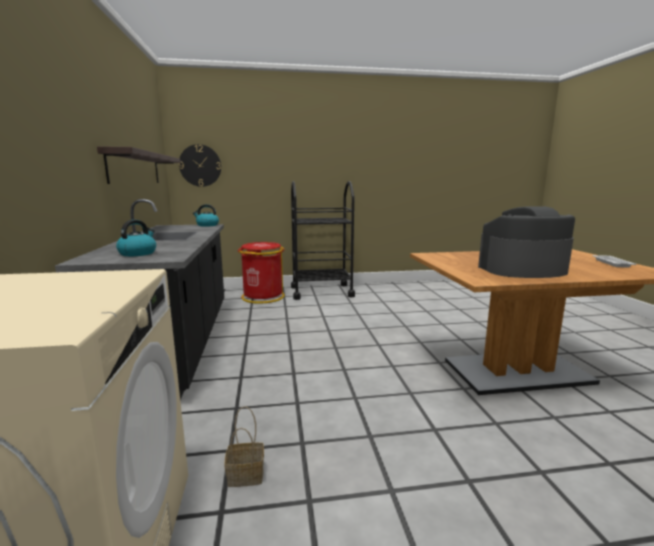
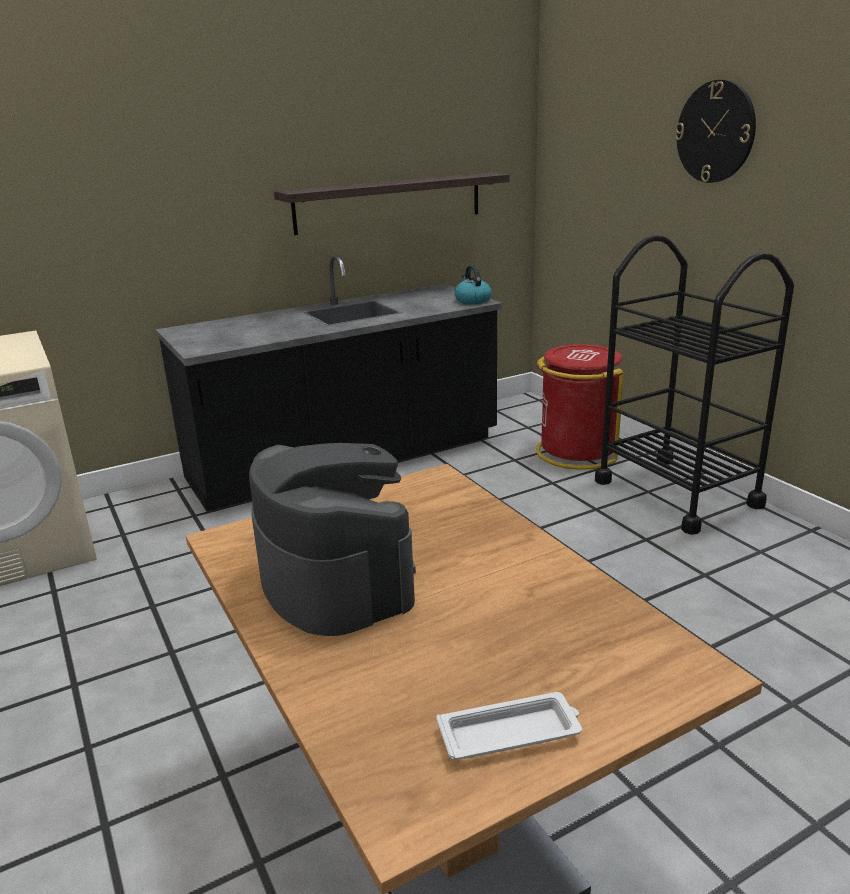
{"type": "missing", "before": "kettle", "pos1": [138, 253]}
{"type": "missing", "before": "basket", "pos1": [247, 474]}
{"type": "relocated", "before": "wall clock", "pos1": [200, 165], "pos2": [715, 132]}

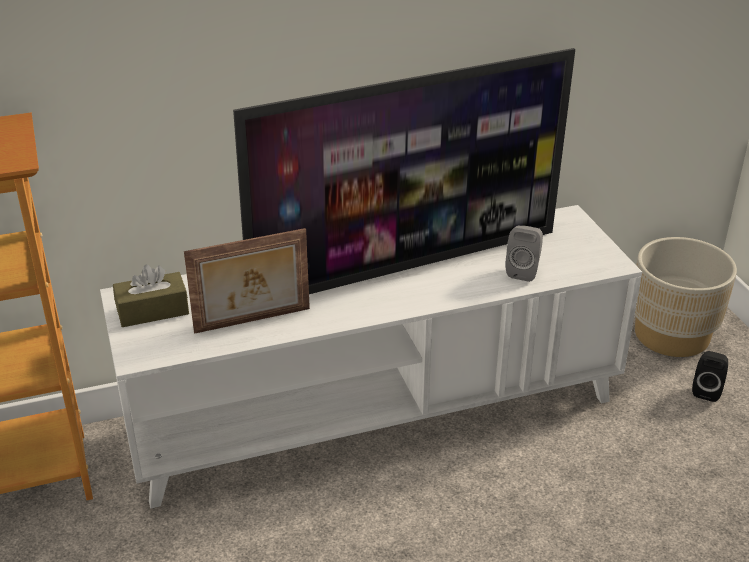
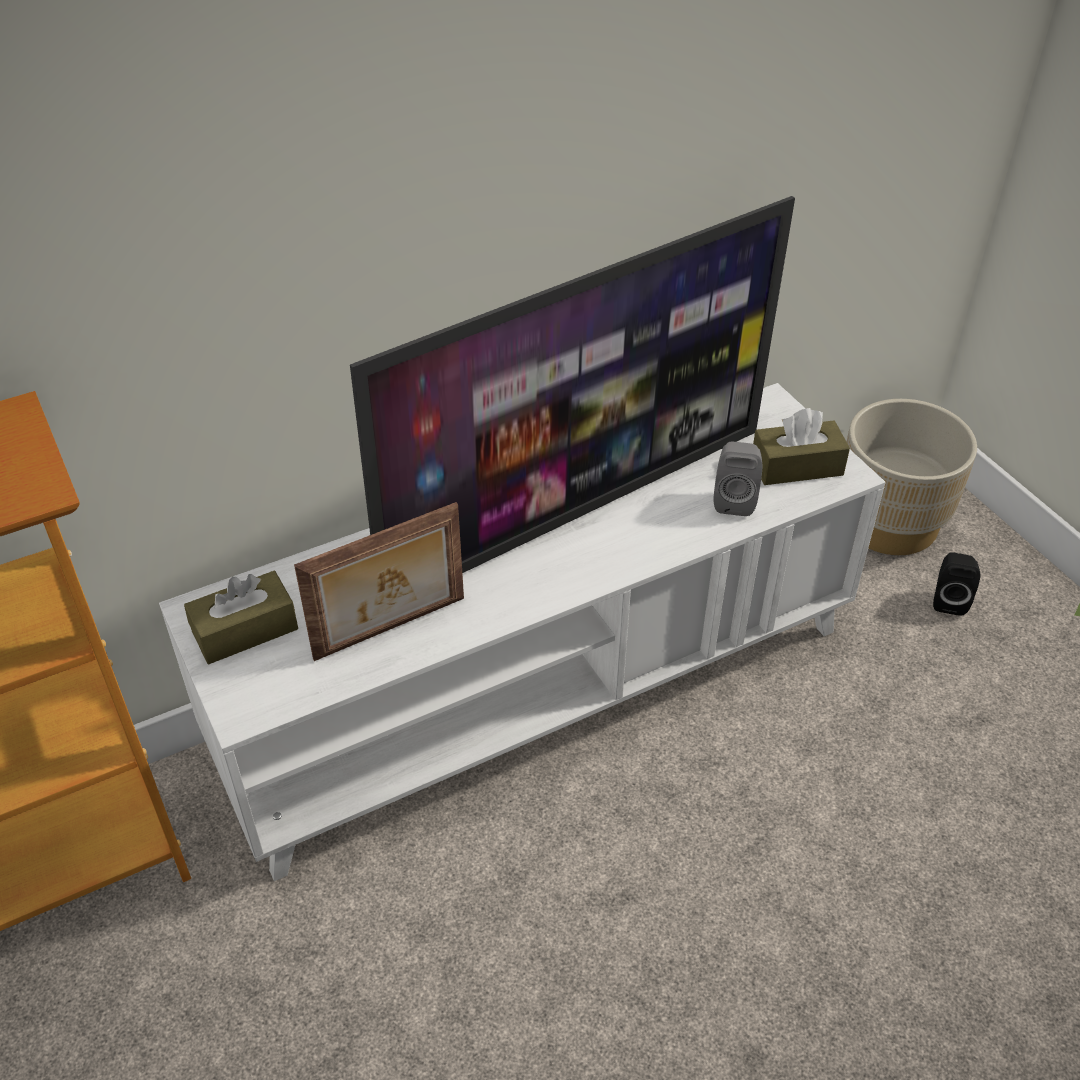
{"type": "appeared", "after": "brown tissue box", "pos2": [797, 466]}

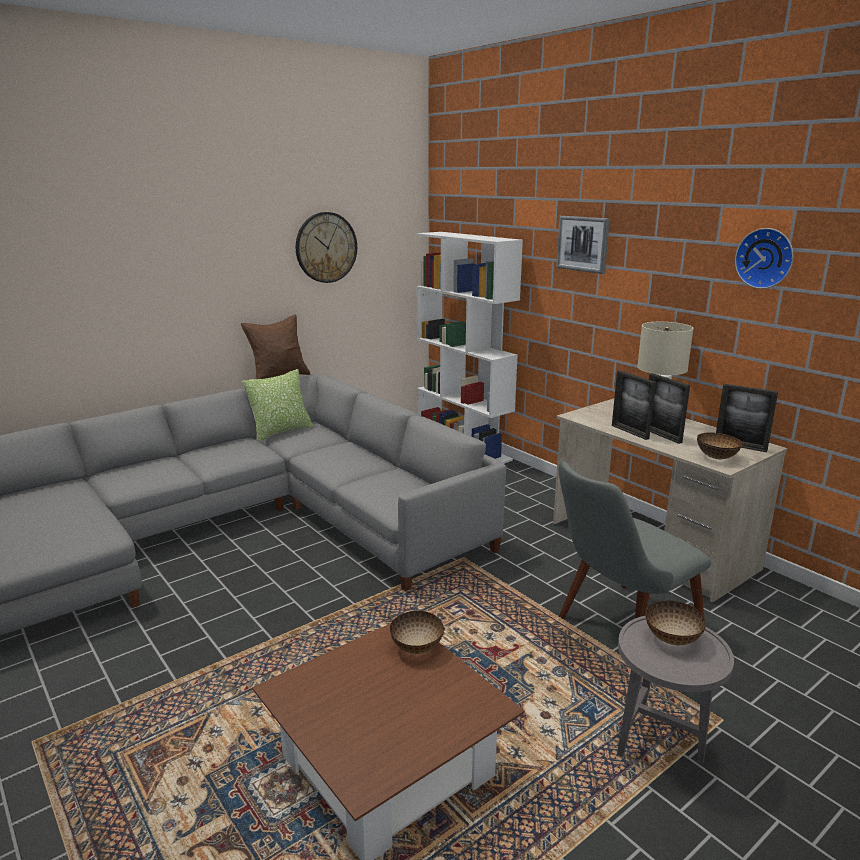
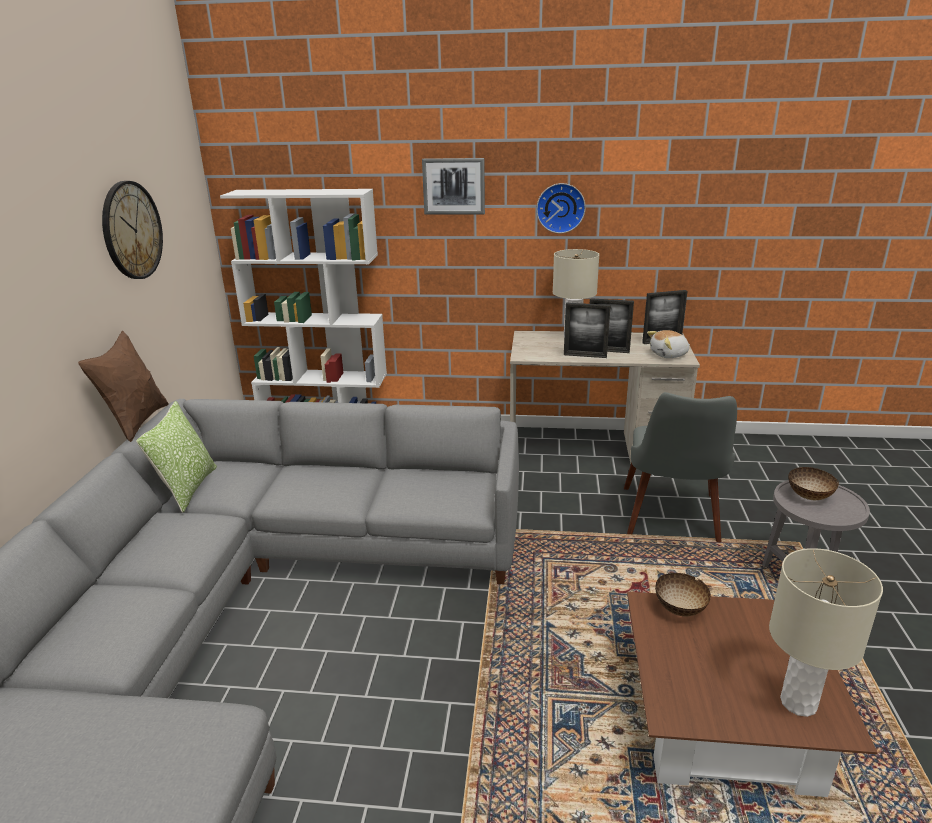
{"type": "appeared", "after": "beige table lamp", "pos2": [799, 703]}
{"type": "relocated", "before": "wall clock", "pos1": [765, 258], "pos2": [560, 207]}
{"type": "exchanged", "before": "bowl", "after": "plush toy", "pos1": [717, 458], "pos2": [669, 355]}

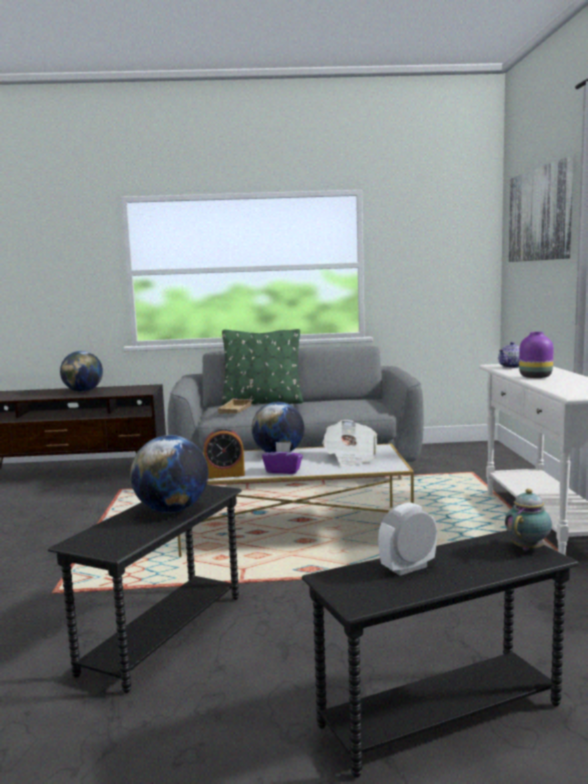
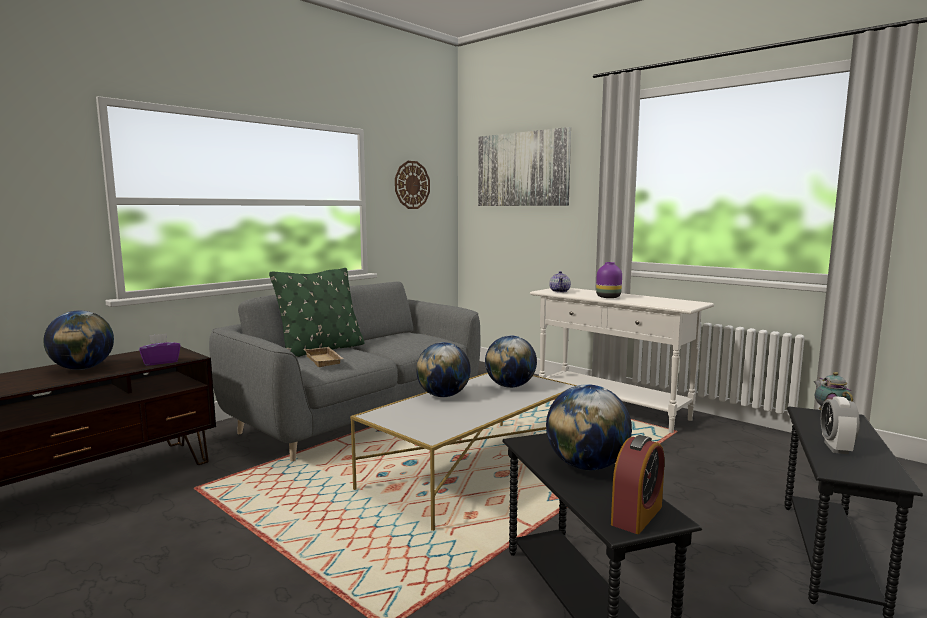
{"type": "appeared", "after": "wall clock", "pos2": [412, 185]}
{"type": "relocated", "before": "alarm clock", "pos1": [224, 475], "pos2": [637, 515]}
{"type": "relocated", "before": "purple tissue box", "pos1": [283, 471], "pos2": [160, 362]}
{"type": "exchanged", "before": "newspaper", "after": "globe", "pos1": [350, 458], "pos2": [510, 386]}

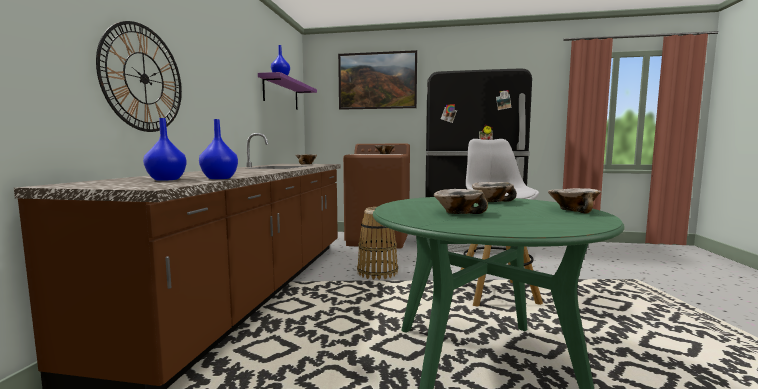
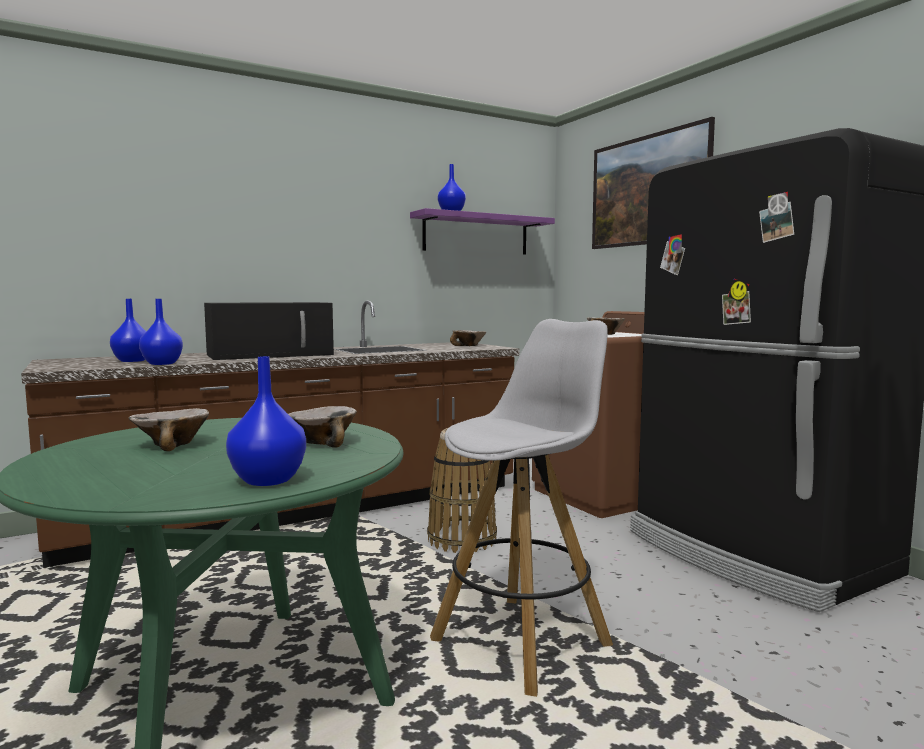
{"type": "missing", "before": "wall clock", "pos1": [144, 78]}
{"type": "appeared", "after": "black microwave", "pos2": [272, 354]}
{"type": "exchanged", "before": "bowl", "after": "blue vase", "pos1": [572, 210], "pos2": [269, 480]}

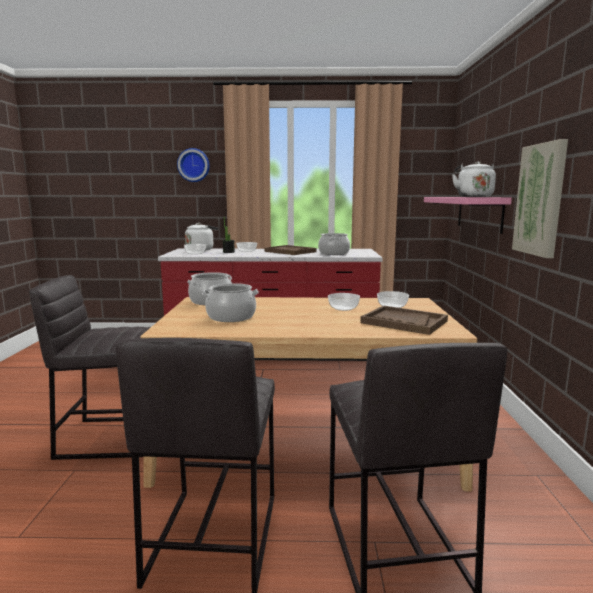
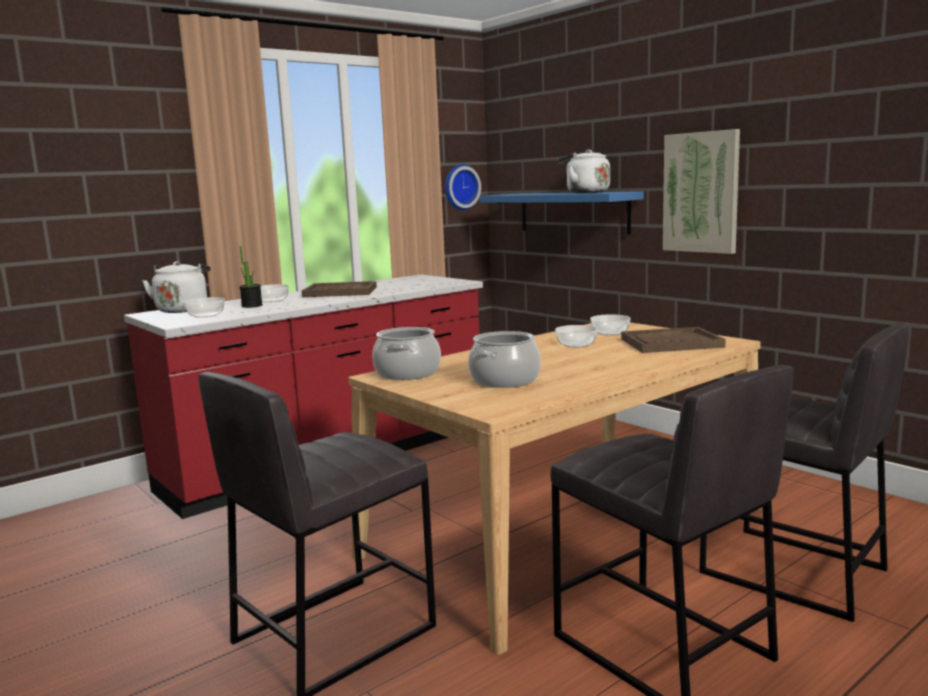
{"type": "missing", "before": "cooking pot", "pos1": [333, 253]}
{"type": "relocated", "before": "wall clock", "pos1": [194, 165], "pos2": [460, 187]}
{"type": "colour", "before": "pink shelf", "after": "blue shelf", "pos1": [479, 213], "pos2": [573, 212]}

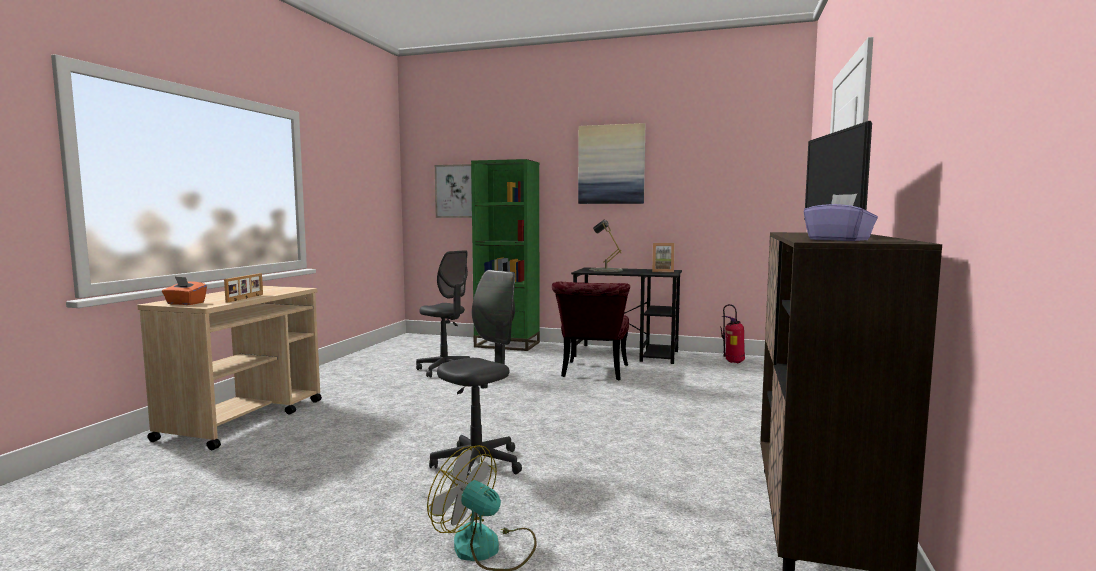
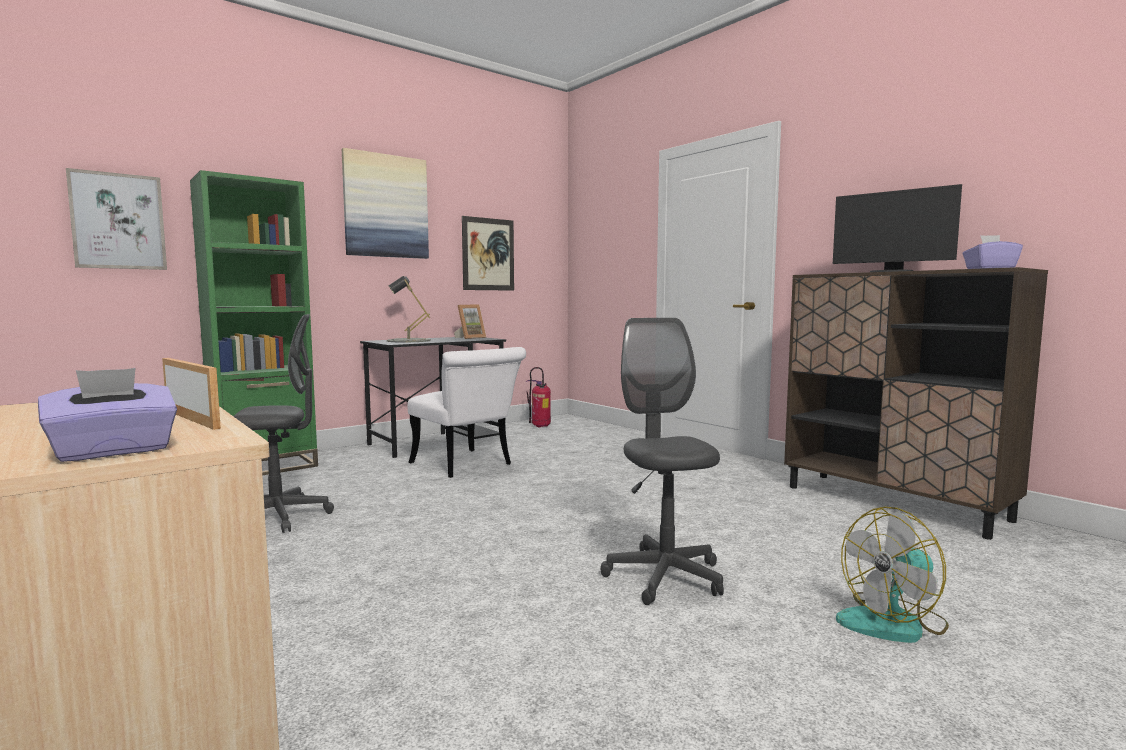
{"type": "appeared", "after": "picture", "pos2": [488, 254]}
{"type": "colour", "before": "orange tissue box", "after": "purple tissue box", "pos1": [185, 303], "pos2": [113, 451]}
{"type": "colour", "before": "red chair", "after": "white chair", "pos1": [593, 373], "pos2": [467, 465]}

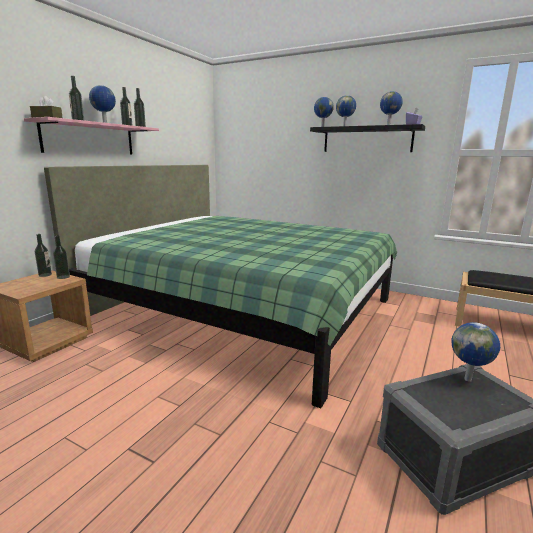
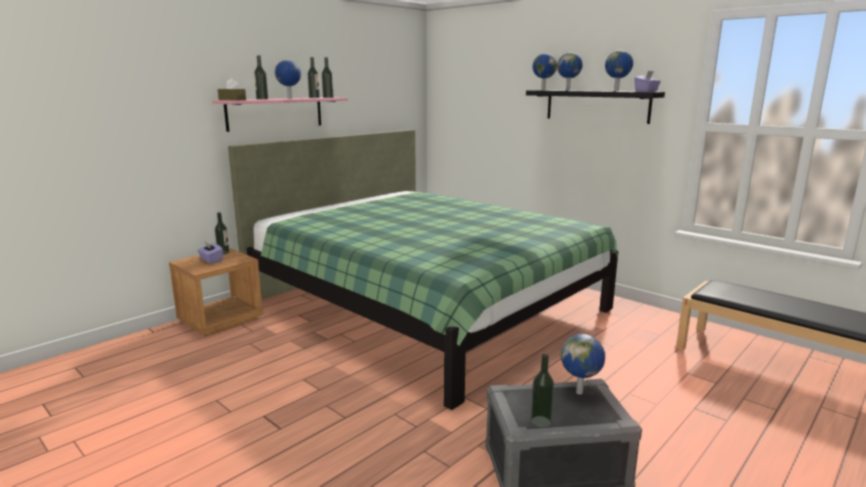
{"type": "appeared", "after": "purple tissue box", "pos2": [211, 260]}
{"type": "relocated", "before": "bottle", "pos1": [63, 277], "pos2": [541, 422]}

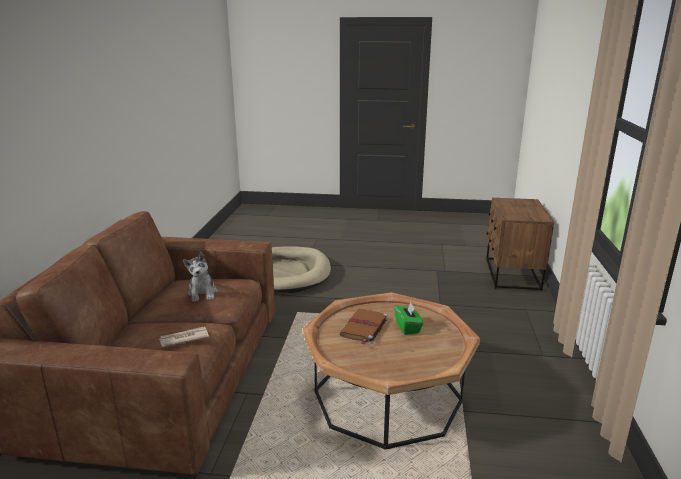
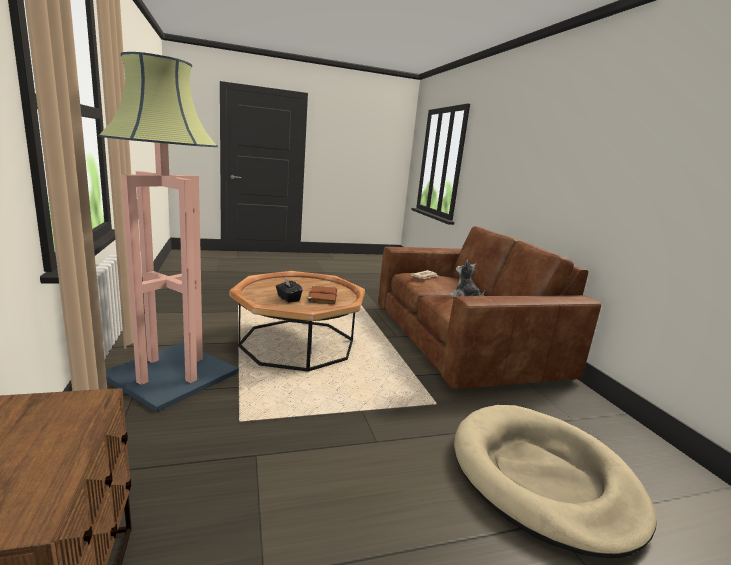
{"type": "appeared", "after": "floor lamp", "pos2": [171, 375]}
{"type": "colour", "before": "green tissue box", "after": "black tissue box", "pos1": [408, 327], "pos2": [288, 298]}

